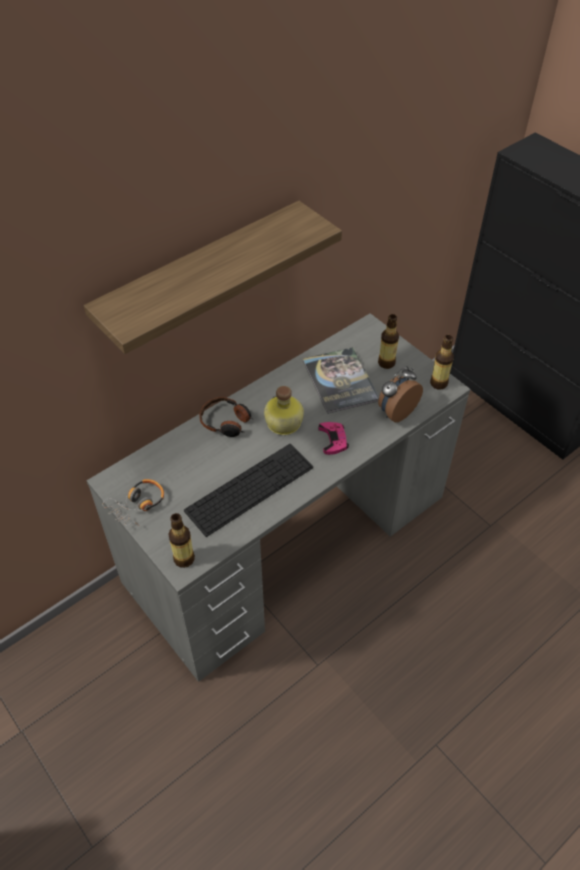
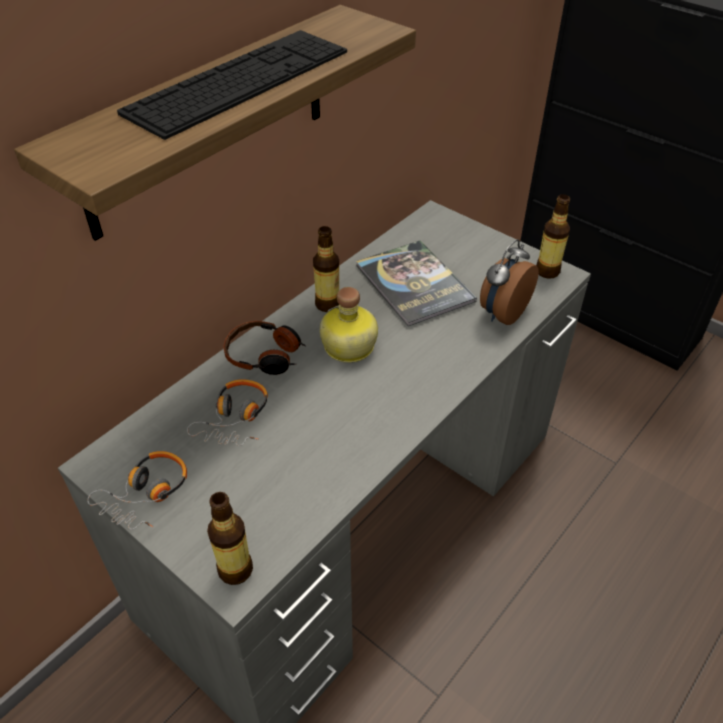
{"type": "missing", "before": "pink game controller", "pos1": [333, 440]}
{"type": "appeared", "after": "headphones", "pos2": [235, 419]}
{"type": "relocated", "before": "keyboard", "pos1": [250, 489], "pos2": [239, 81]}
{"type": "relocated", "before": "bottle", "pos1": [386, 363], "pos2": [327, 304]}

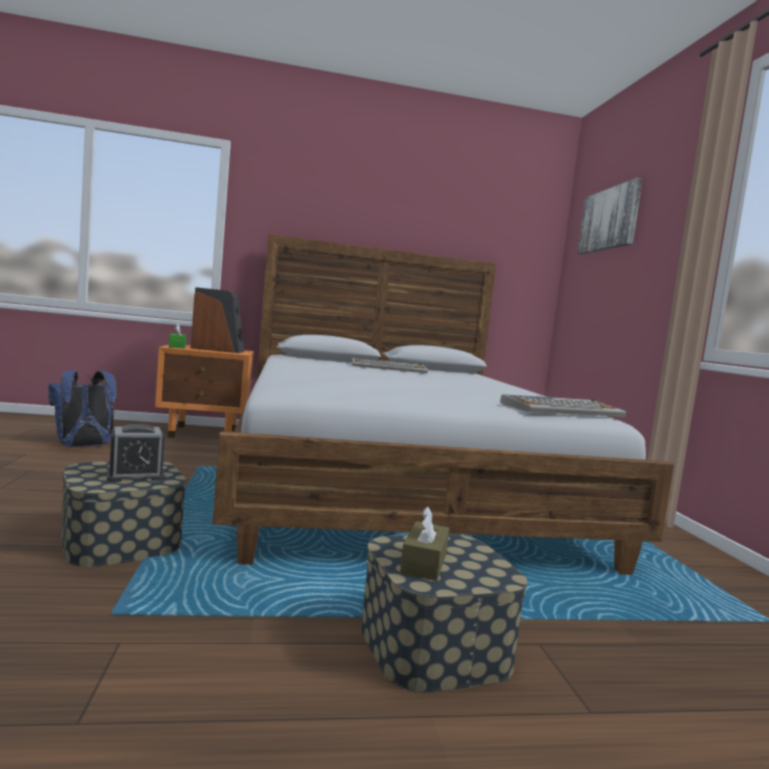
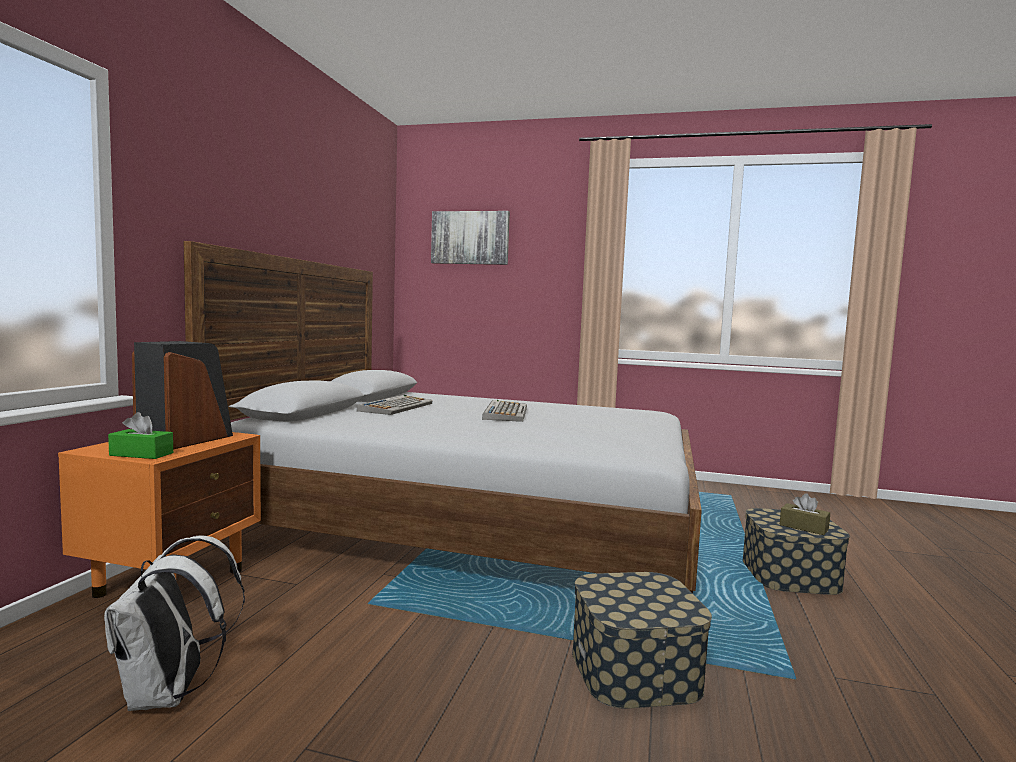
{"type": "missing", "before": "alarm clock", "pos1": [135, 475]}
{"type": "relocated", "before": "keyboard", "pos1": [562, 409], "pos2": [505, 413]}
{"type": "colour", "before": "blue backpack", "after": "white backpack", "pos1": [83, 447], "pos2": [170, 694]}

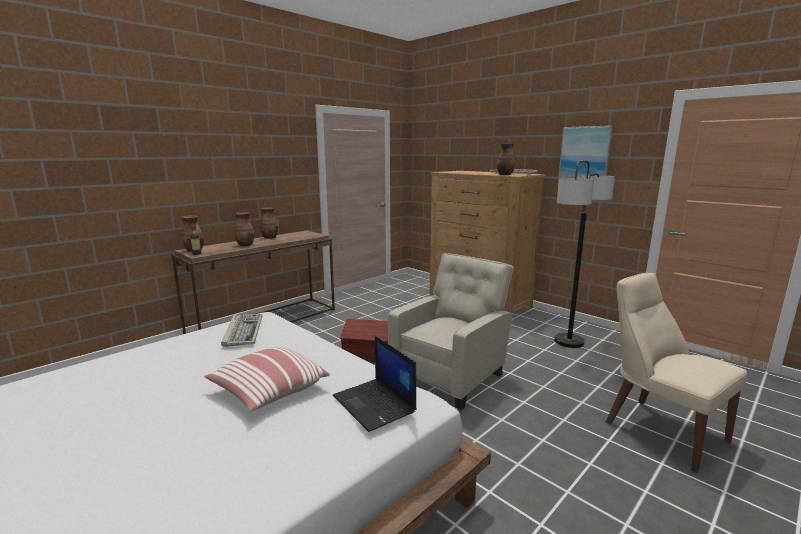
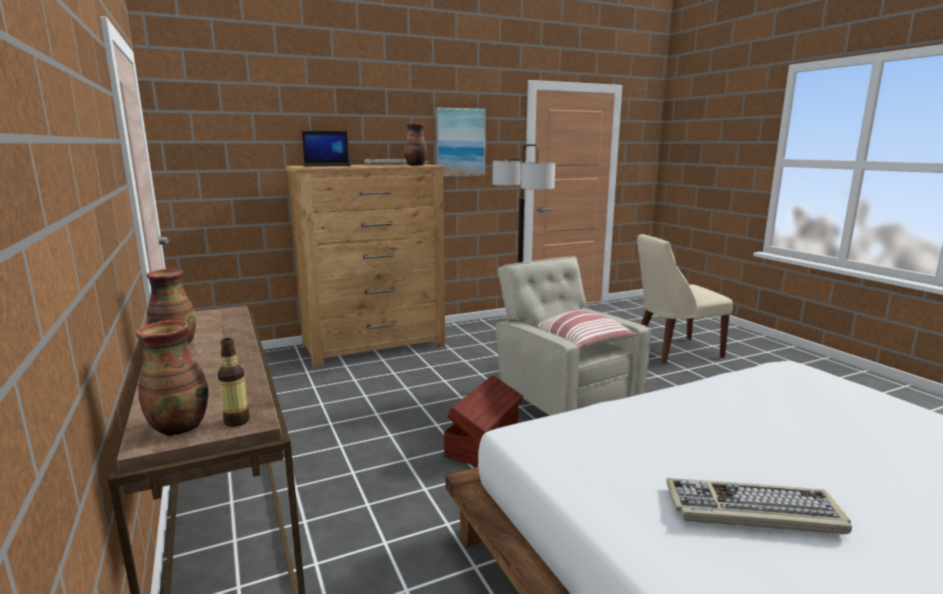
{"type": "missing", "before": "vase", "pos1": [245, 245]}
{"type": "relocated", "before": "pillow", "pos1": [268, 391], "pos2": [584, 344]}
{"type": "relocated", "before": "keyboard", "pos1": [243, 331], "pos2": [752, 510]}
{"type": "relocated", "before": "laptop", "pos1": [375, 404], "pos2": [328, 165]}

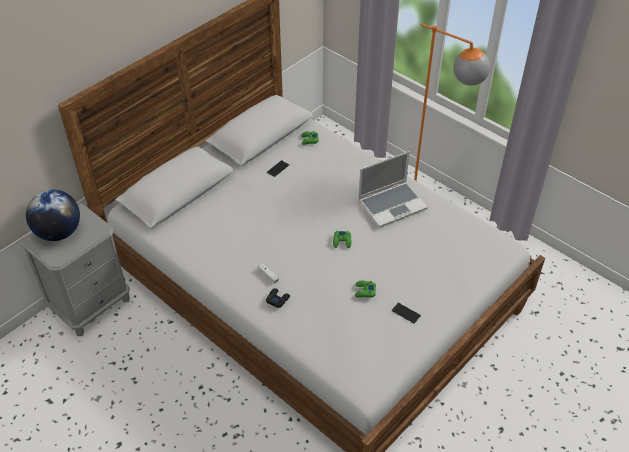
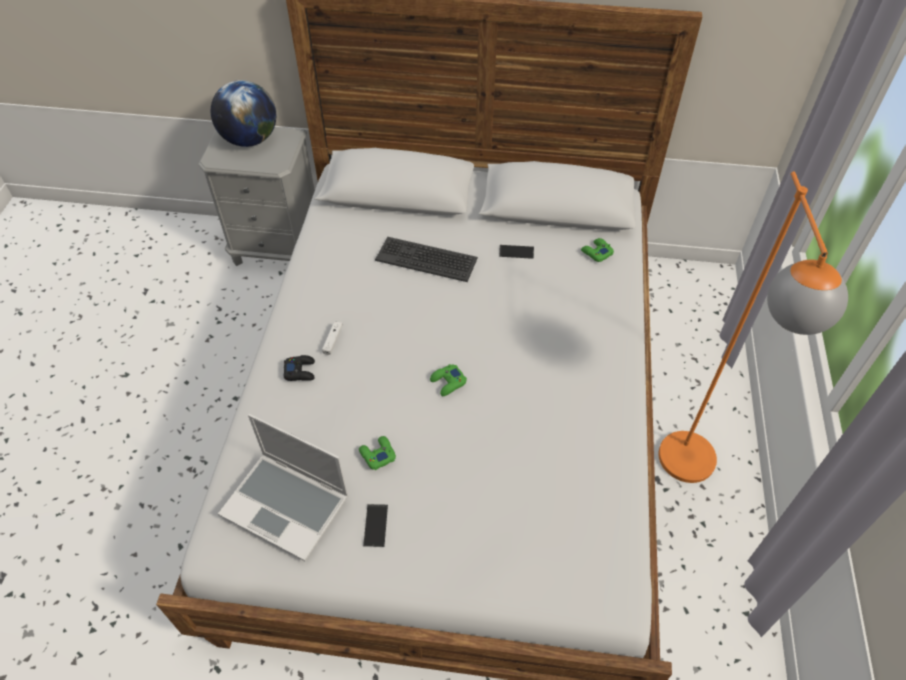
{"type": "appeared", "after": "keyboard", "pos2": [426, 259]}
{"type": "relocated", "before": "laptop", "pos1": [392, 204], "pos2": [287, 506]}

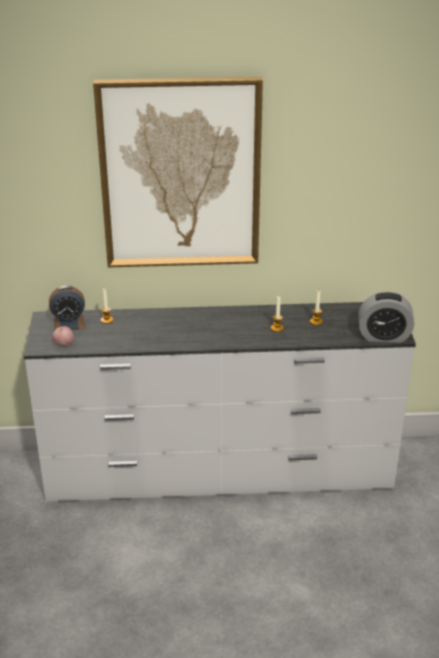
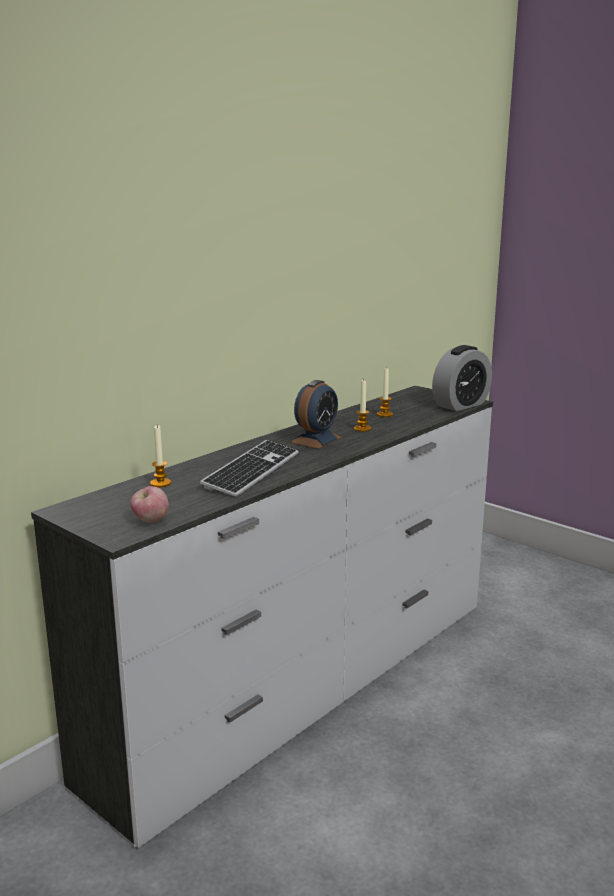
{"type": "missing", "before": "picture", "pos1": [180, 174]}
{"type": "appeared", "after": "keyboard", "pos2": [252, 471]}
{"type": "relocated", "before": "alarm clock", "pos1": [69, 323], "pos2": [316, 440]}

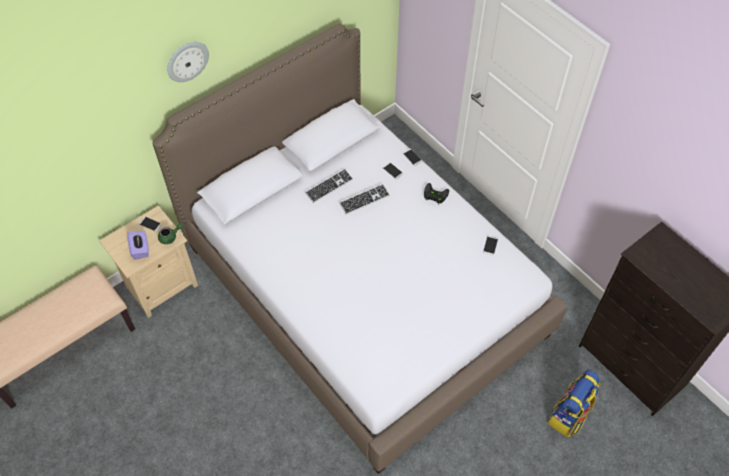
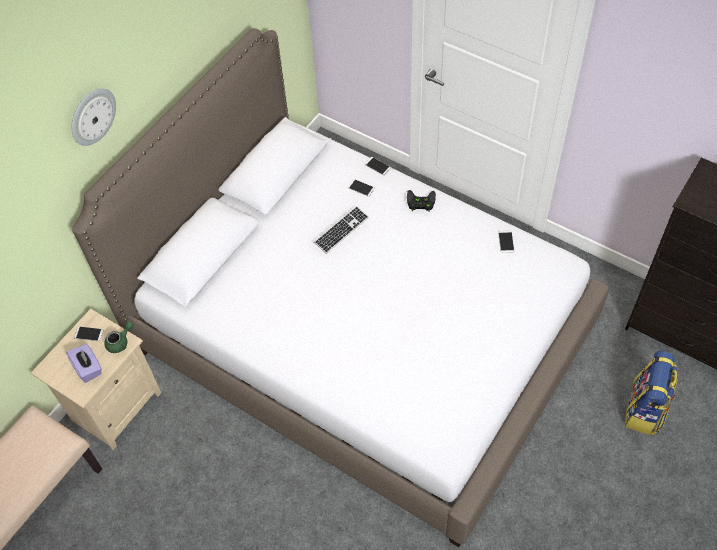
{"type": "missing", "before": "keyboard", "pos1": [329, 186]}

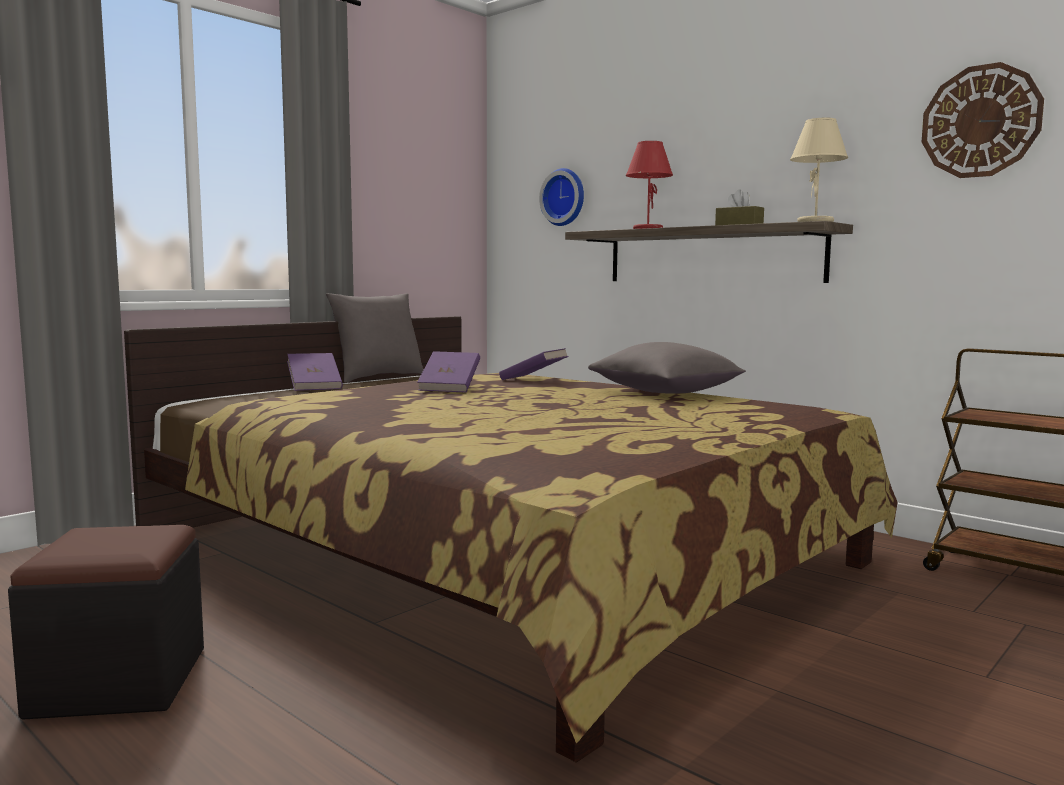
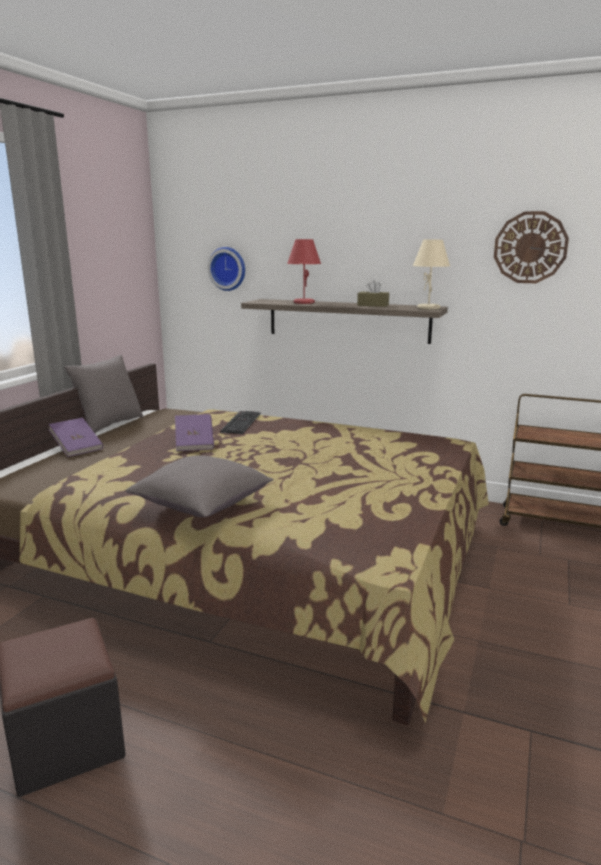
{"type": "relocated", "before": "grey pillow", "pos1": [665, 393], "pos2": [203, 506]}
{"type": "exchanged", "before": "purple book", "after": "keyboard", "pos1": [533, 379], "pos2": [240, 422]}

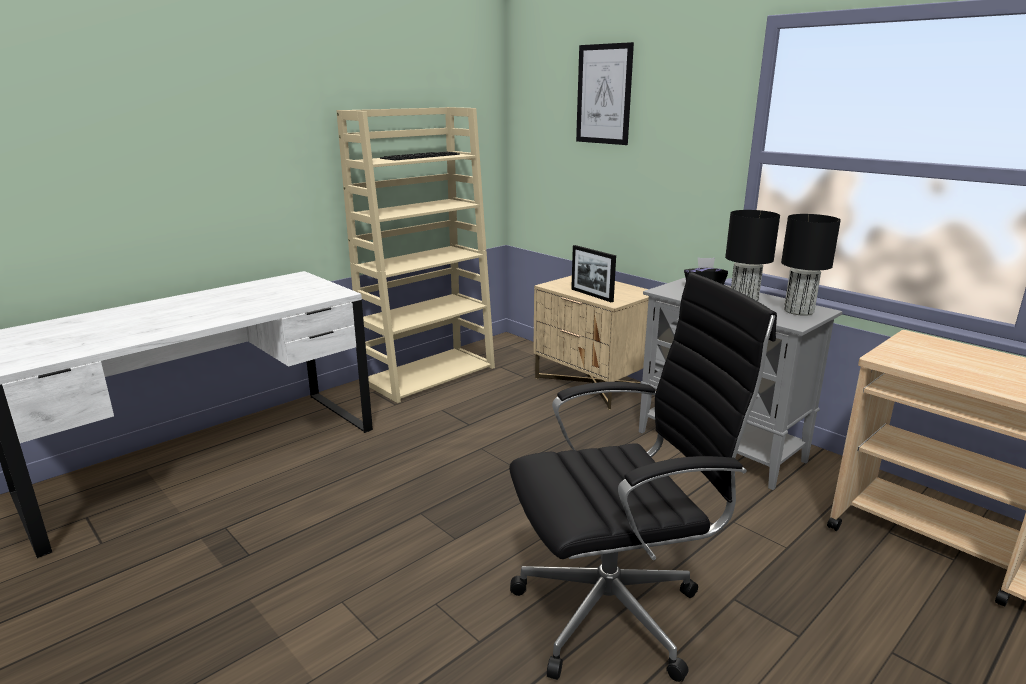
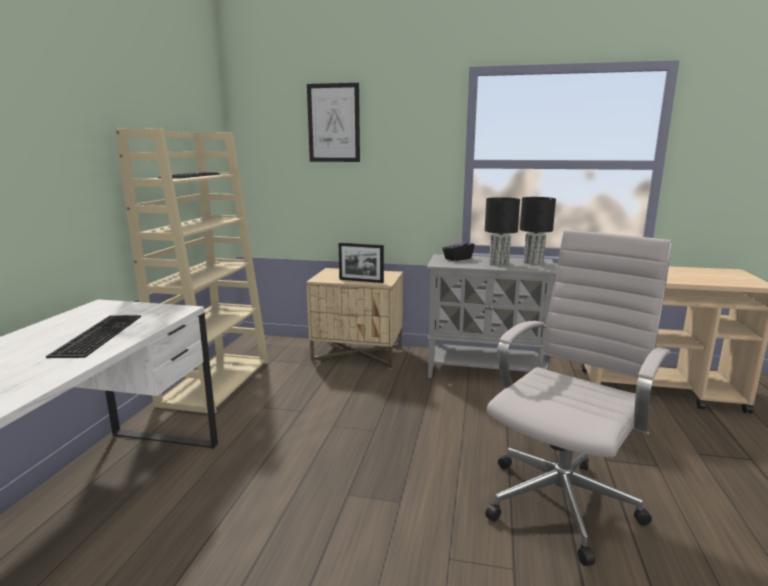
{"type": "appeared", "after": "keyboard", "pos2": [97, 334]}
{"type": "colour", "before": "black office chair", "after": "white office chair", "pos1": [616, 612], "pos2": [563, 500]}

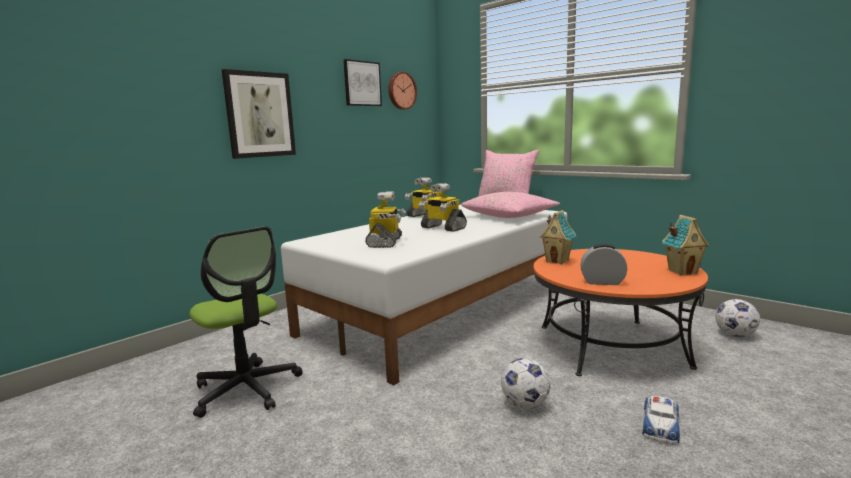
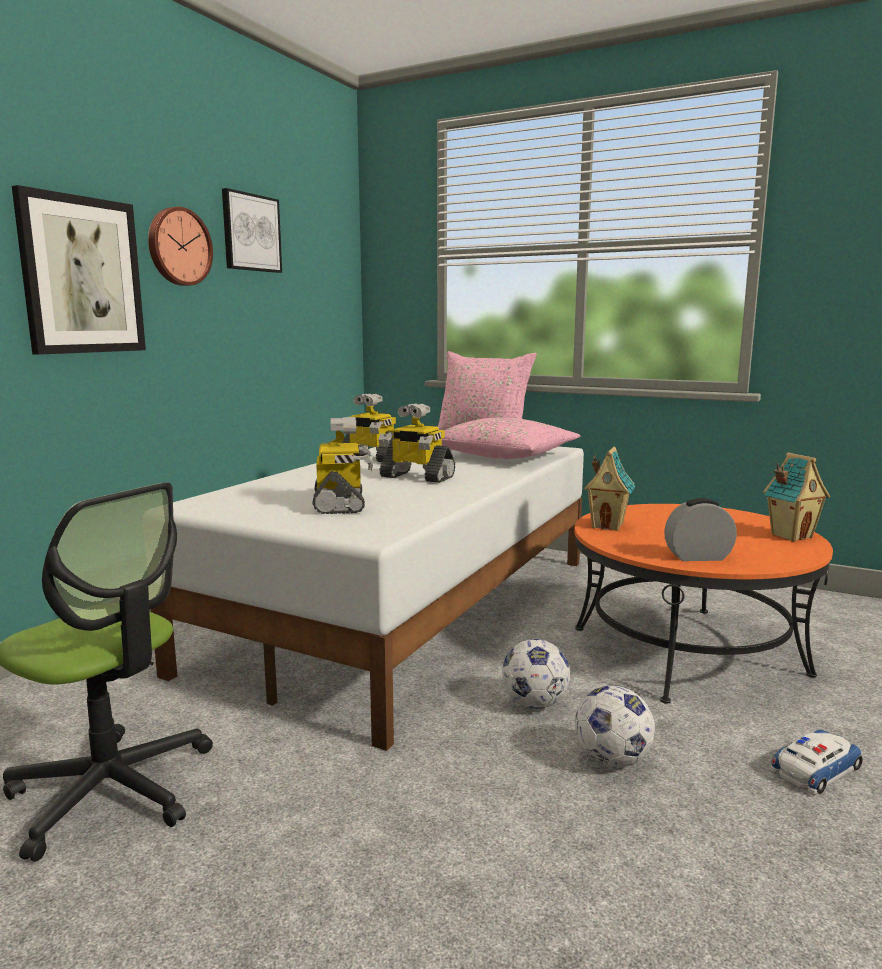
{"type": "relocated", "before": "wall clock", "pos1": [401, 91], "pos2": [178, 247]}
{"type": "relocated", "before": "football", "pos1": [735, 335], "pos2": [534, 704]}
{"type": "spun", "before": "toy car", "pos1": [660, 425], "pos2": [816, 769], "turn": -135}

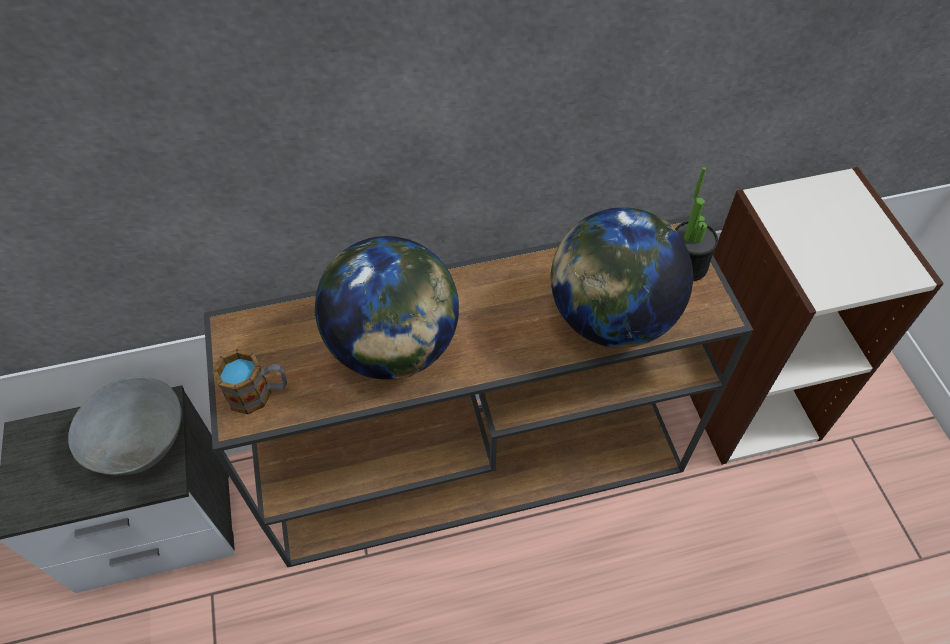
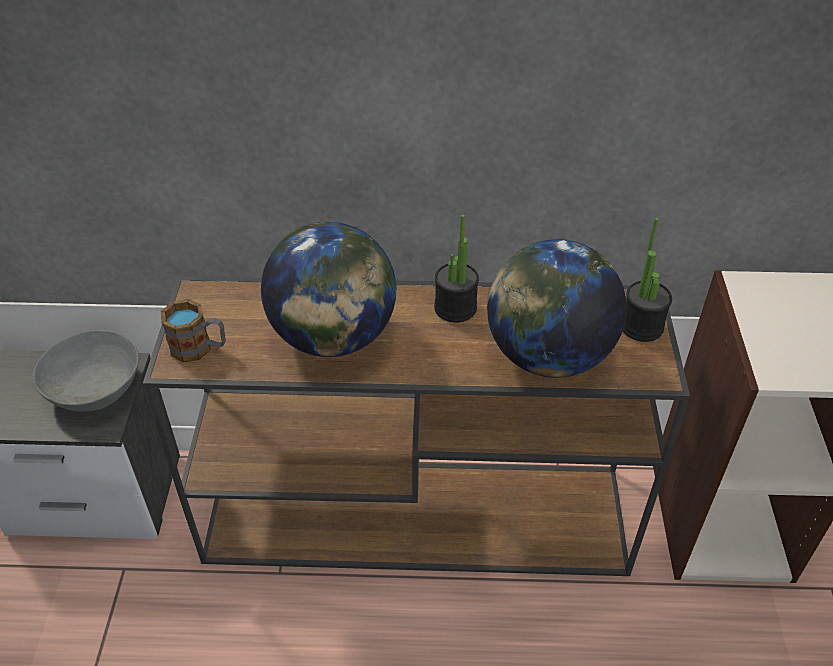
{"type": "appeared", "after": "potted plant", "pos2": [455, 308]}

